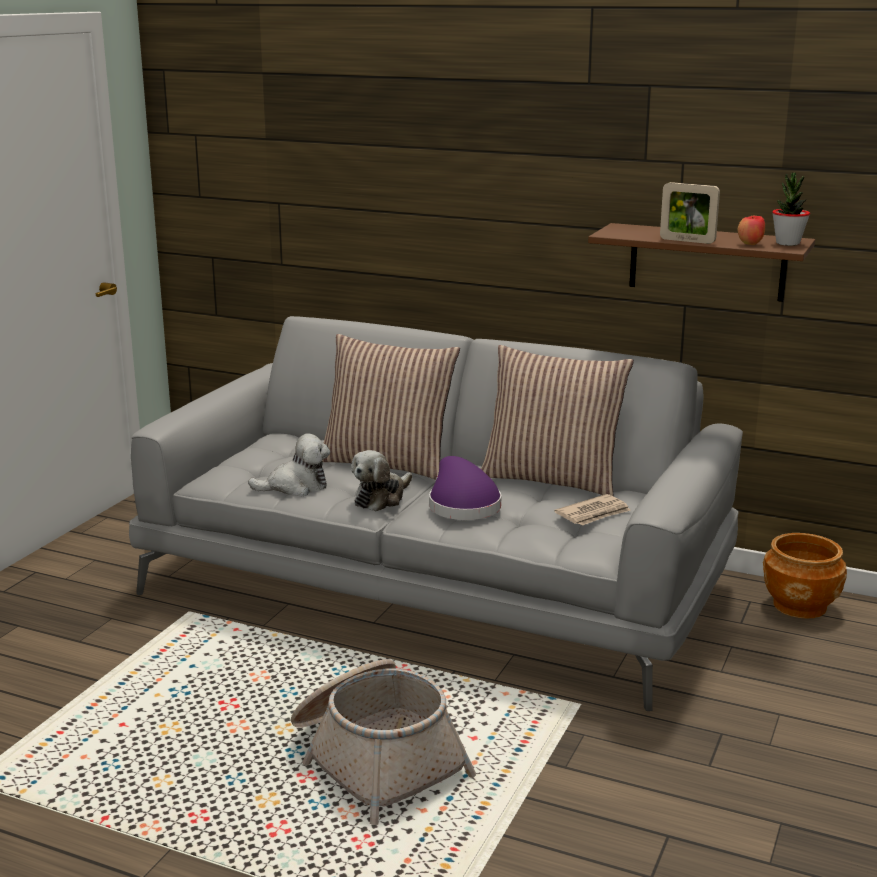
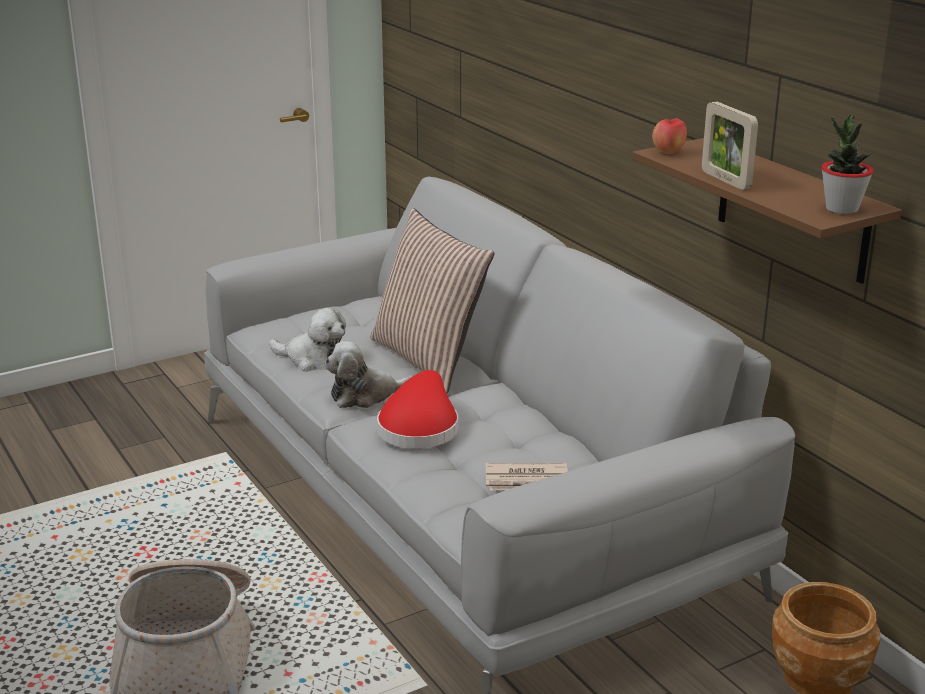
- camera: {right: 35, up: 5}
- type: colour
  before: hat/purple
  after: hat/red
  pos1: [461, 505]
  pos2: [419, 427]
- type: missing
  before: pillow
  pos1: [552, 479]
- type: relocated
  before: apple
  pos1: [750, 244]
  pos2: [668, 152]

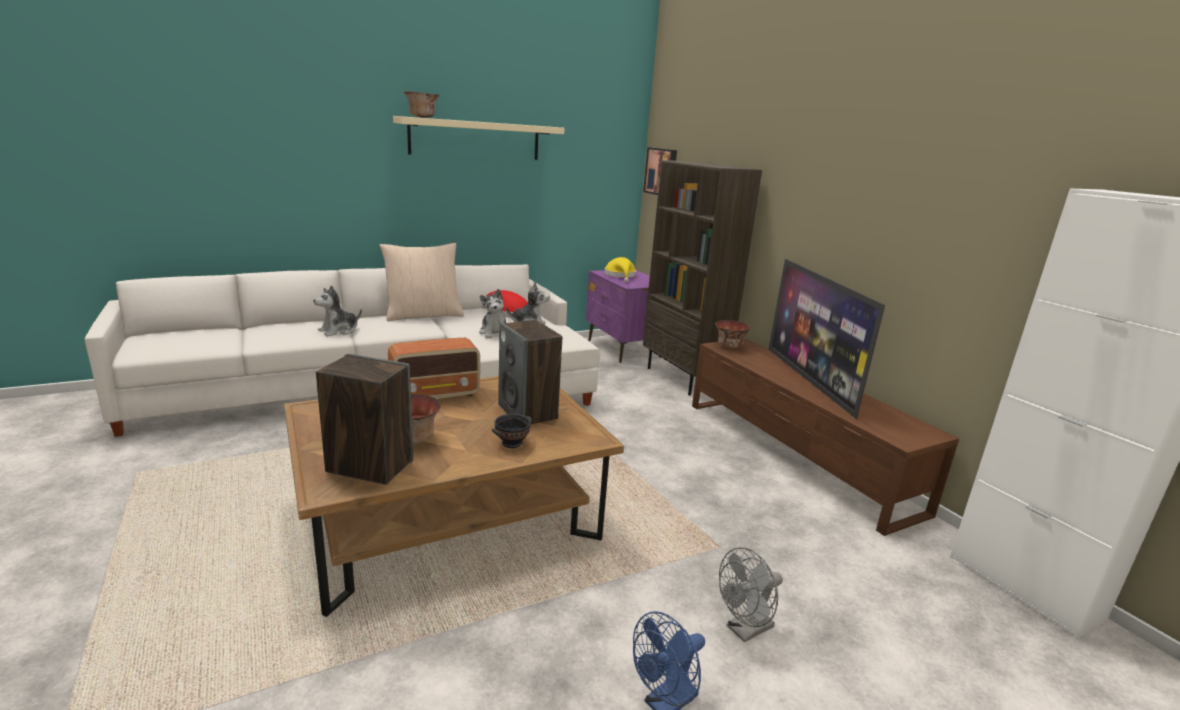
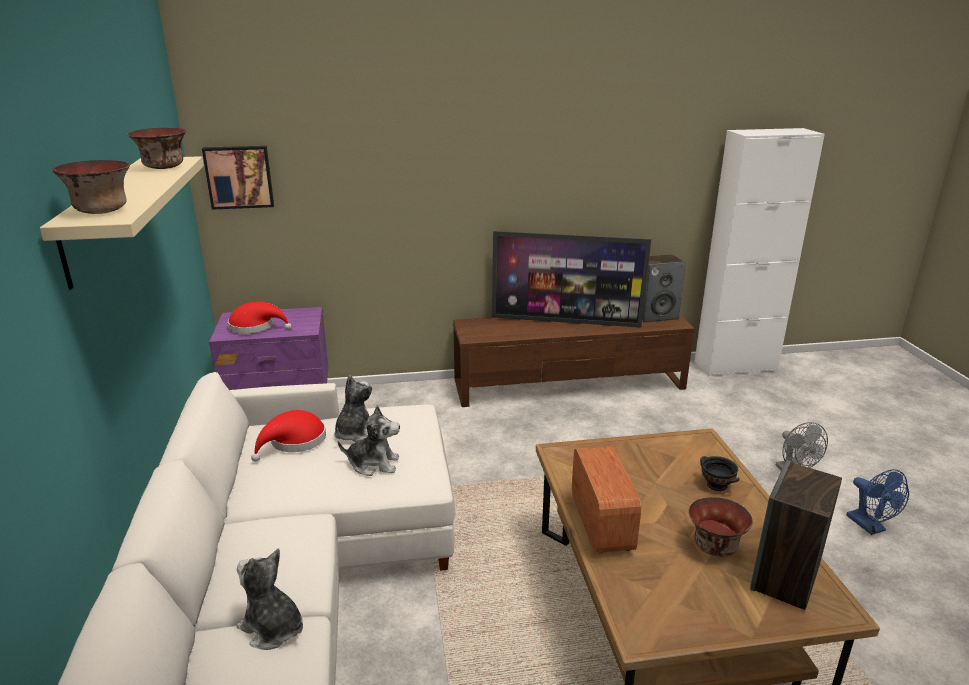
- camera: {right: -70, up: 5}
- type: spun
  before: plush toy
  pos1: [339, 331]
  pos2: [272, 628]
  turn: 150
- type: missing
  before: pillow/beige
  pos1: [423, 315]
- type: relocated
  before: speaker
  pos1: [528, 412]
  pos2: [655, 315]
- type: colour
  before: hat/yellow
  after: hat/red
  pos1: [620, 276]
  pos2: [255, 326]
- type: missing
  before: bookcase/brown
  pos1: [683, 379]
- type: relocated
  before: bowl
  pos1: [730, 347]
  pos2: [165, 167]

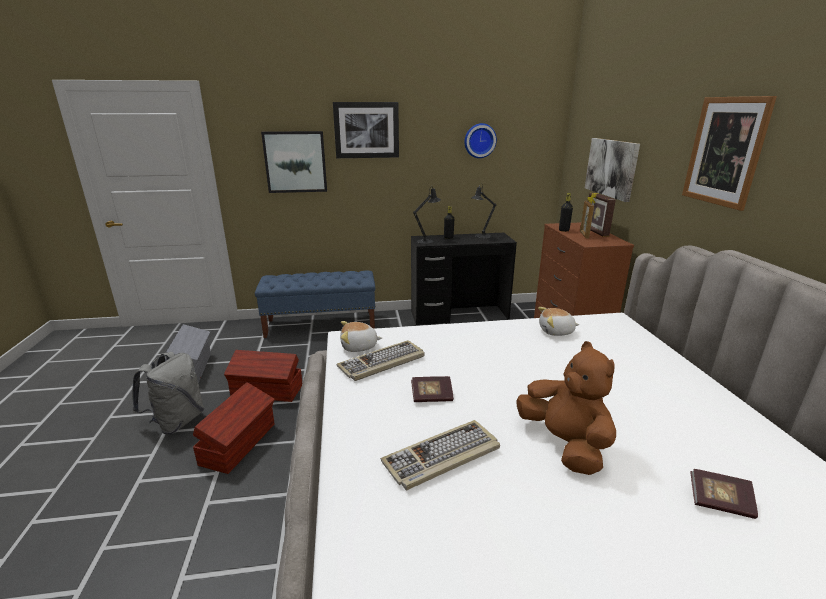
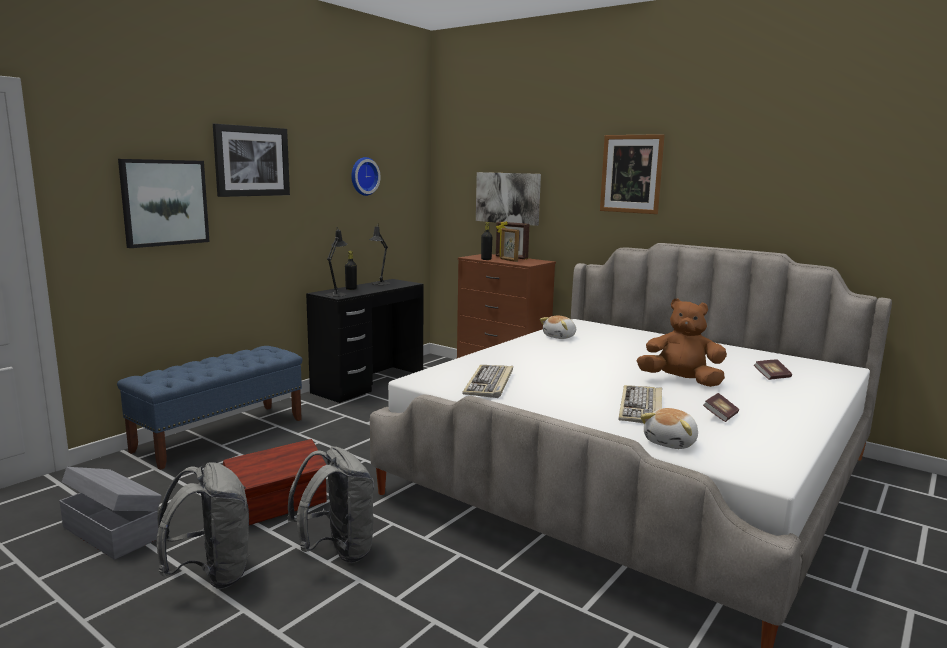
- camera: {right: -45, up: -10}
- type: exchanged
  before: storage box/brown
  after: backpack/grey
  pos1: [240, 443]
  pos2: [337, 551]
- type: relocated
  before: plush toy
  pos1: [359, 347]
  pos2: [671, 443]
- type: relocated
  before: book
  pos1: [432, 397]
  pos2: [720, 416]

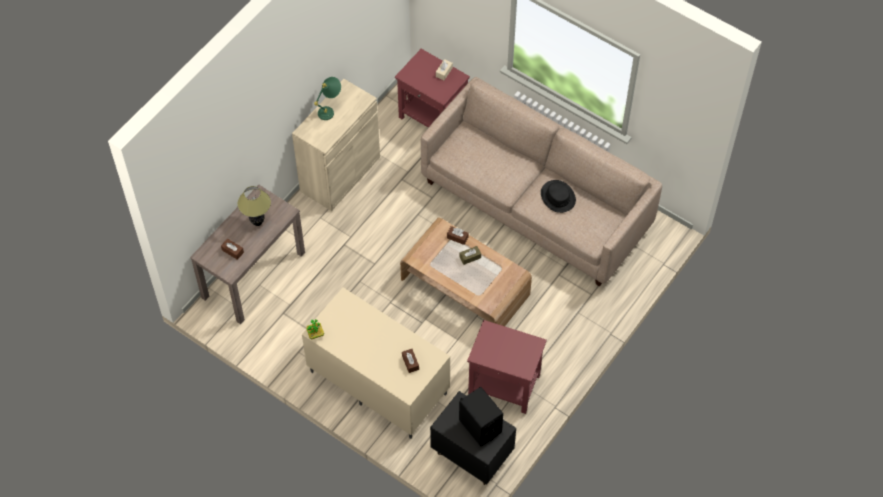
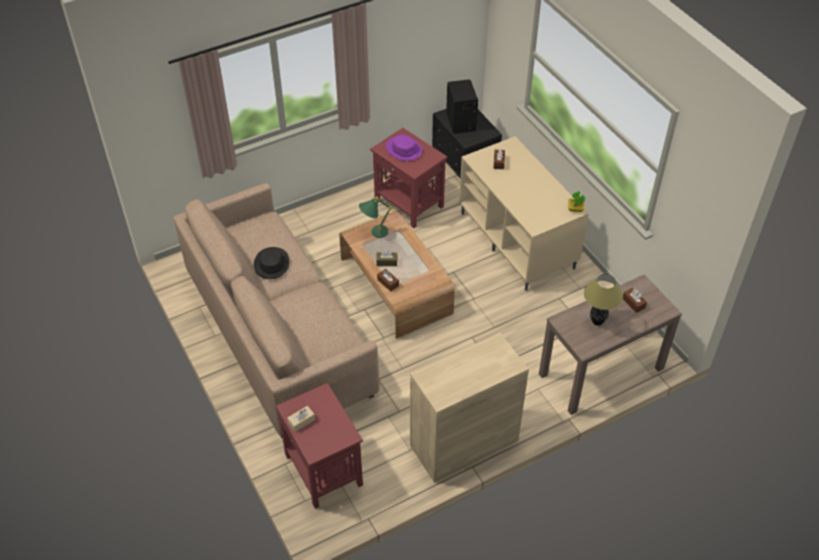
- camera: {right: -155, up: -10}
- type: relocated
  before: table lamp/green
  pos1: [330, 110]
  pos2: [373, 233]
- type: appeared
  after: hat/purple
  pos2: [404, 149]

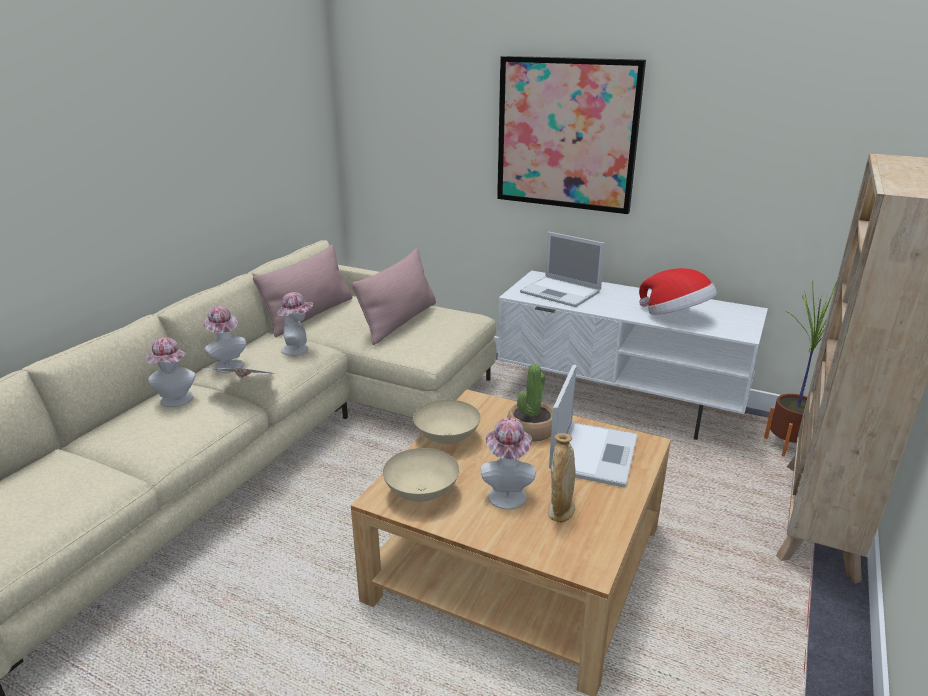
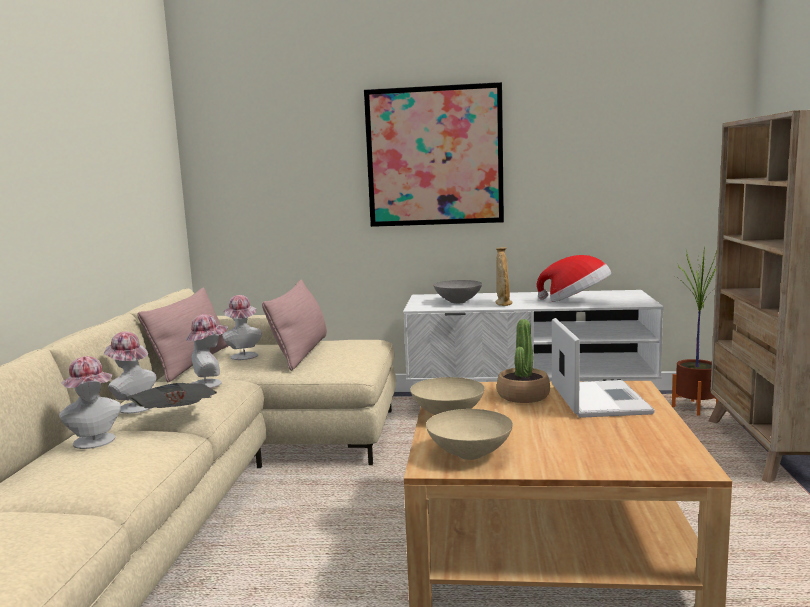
- camera: {right: -20, up: -15}
- type: relocated
  before: hat
  pos1: [506, 493]
  pos2: [243, 355]
- type: exchanged
  before: laptop
  after: bowl/grey
  pos1: [562, 292]
  pos2: [458, 302]
- type: relocated
  before: vase/beige
  pos1: [561, 511]
  pos2: [503, 303]

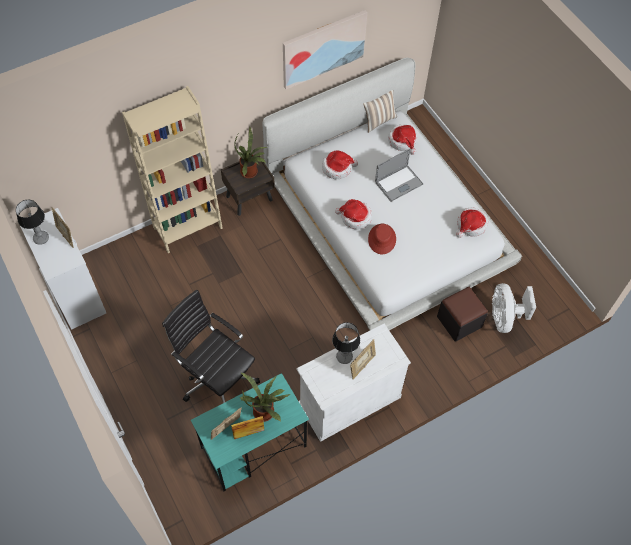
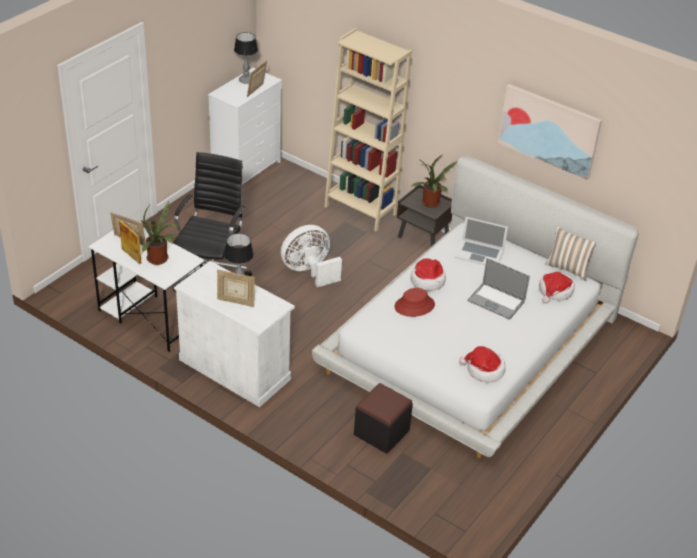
- camera: {right: 65, up: -20}
- type: colour
  before: desk/turquoise
  after: desk/white
  pos1: [253, 448]
  pos2: [150, 316]
- type: exchanged
  before: hat
  after: laptop
  pos1: [337, 168]
  pos2: [479, 253]
- type: relocated
  before: fan/white
  pos1: [504, 317]
  pos2: [309, 271]

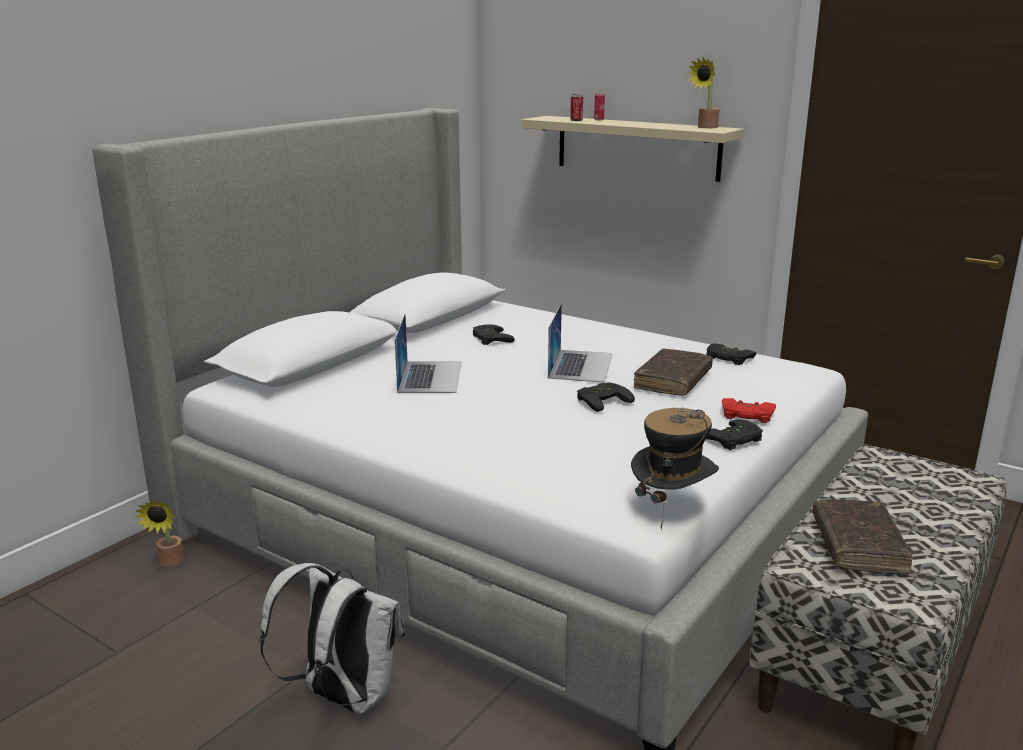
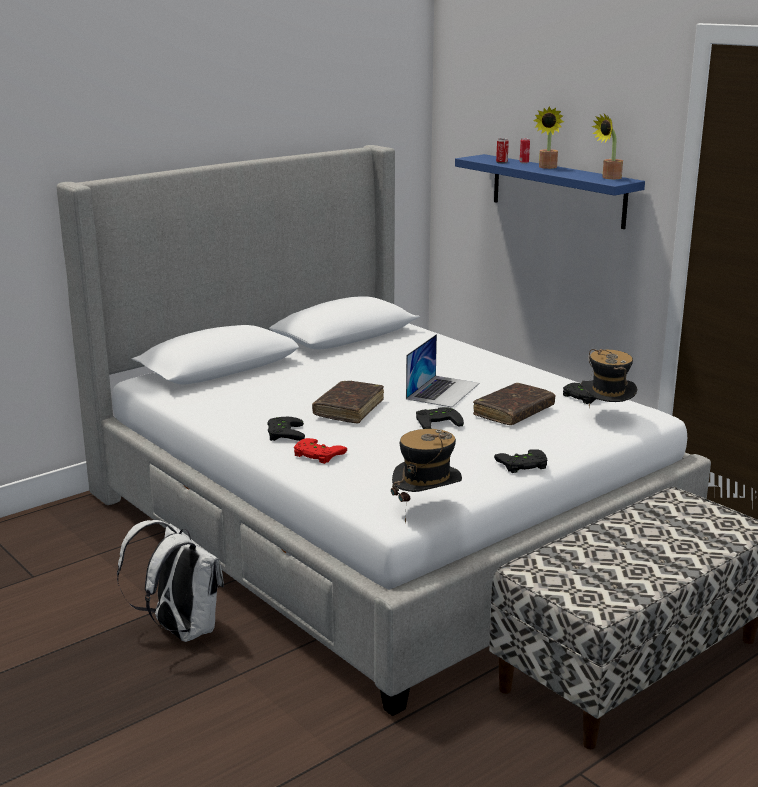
- camera: {right: 15, up: 0}
- type: relocated
  before: potted plant
  pos1: [169, 563]
  pos2: [547, 167]
- type: missing
  before: laptop
  pos1: [430, 376]
- type: relocated
  before: game controller/black
  pos1: [489, 338]
  pos2: [282, 433]
- type: colour
  before: shelf/beige
  after: shelf/blue
  pos1: [637, 147]
  pos2: [557, 190]
- type: relocated
  before: game controller/red
  pos1: [746, 415]
  pos2: [316, 455]
- type: relocated
  before: book/brown
  pos1: [857, 546]
  pos2: [349, 409]
- type: appeared
  after: hat
  pos2: [606, 418]

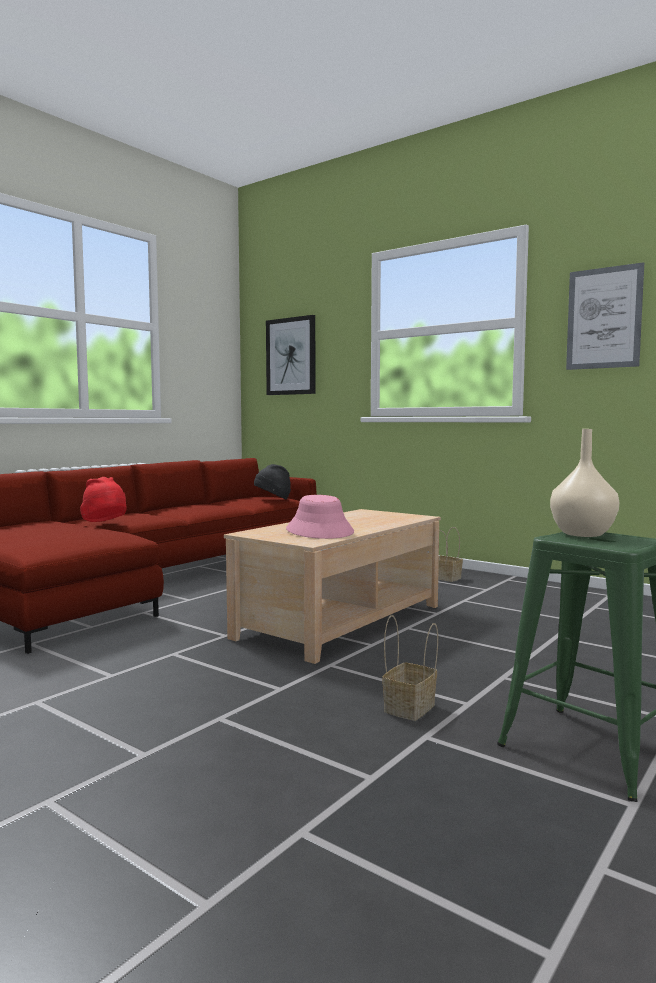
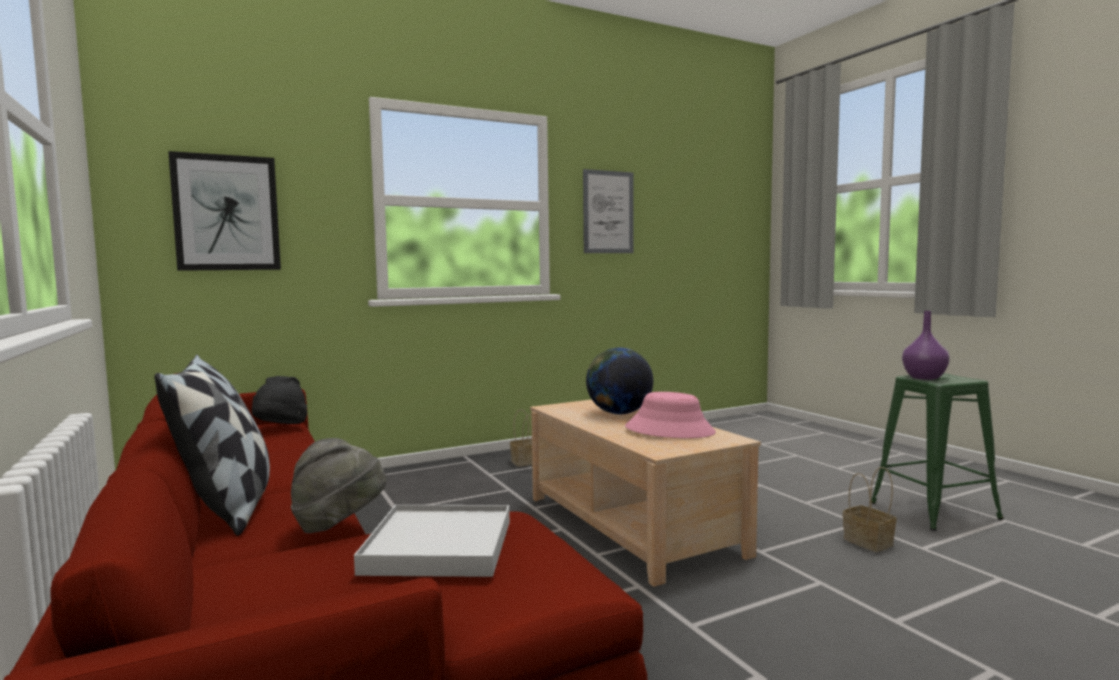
- camera: {right: -65, up: 0}
- type: colour
  before: hat/red
  after: hat/grey
  pos1: [105, 523]
  pos2: [339, 525]
- type: colour
  before: vase/beige
  after: vase/purple
  pos1: [581, 534]
  pos2: [924, 378]
- type: appeared
  after: pillow
  pos2: [228, 508]
- type: appeared
  after: tray/white
  pos2: [438, 547]
- type: appeared
  after: globe
  pos2: [619, 413]

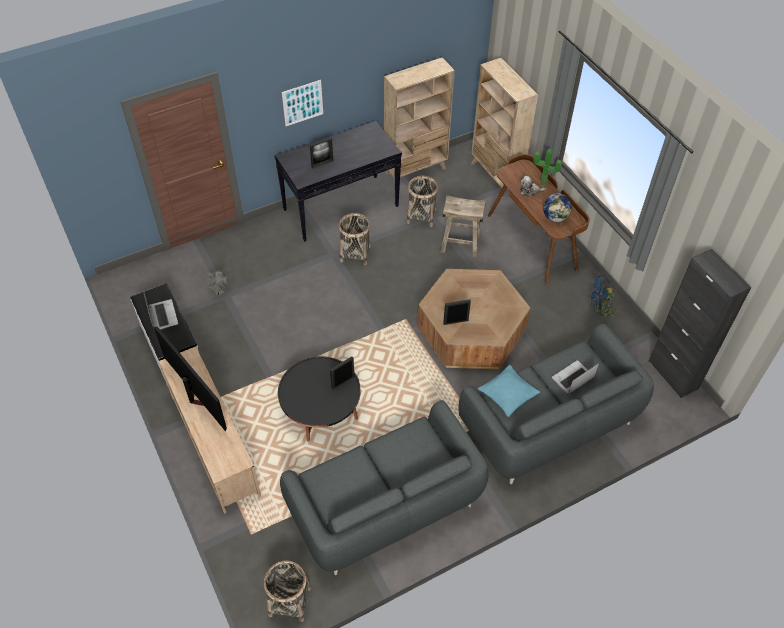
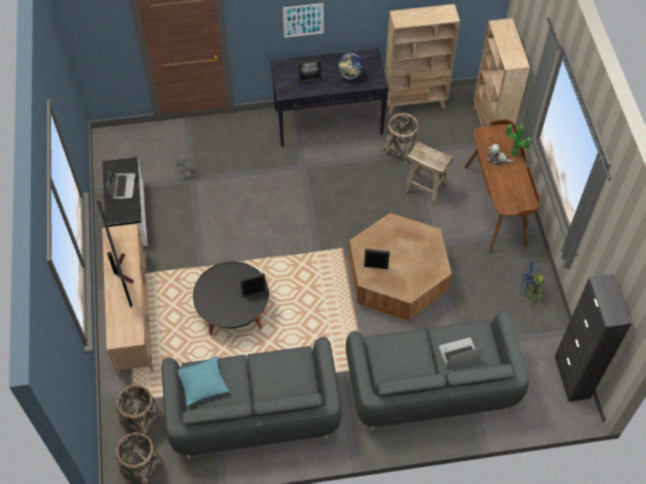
- camera: {right: 20, up: 5}
- type: relocated
  before: basket
  pos1: [355, 253]
  pos2: [141, 420]
- type: relocated
  before: pillow/turquoise
  pos1: [508, 394]
  pos2: [202, 383]
- type: relocated
  before: globe
  pos1: [555, 217]
  pos2: [350, 75]

